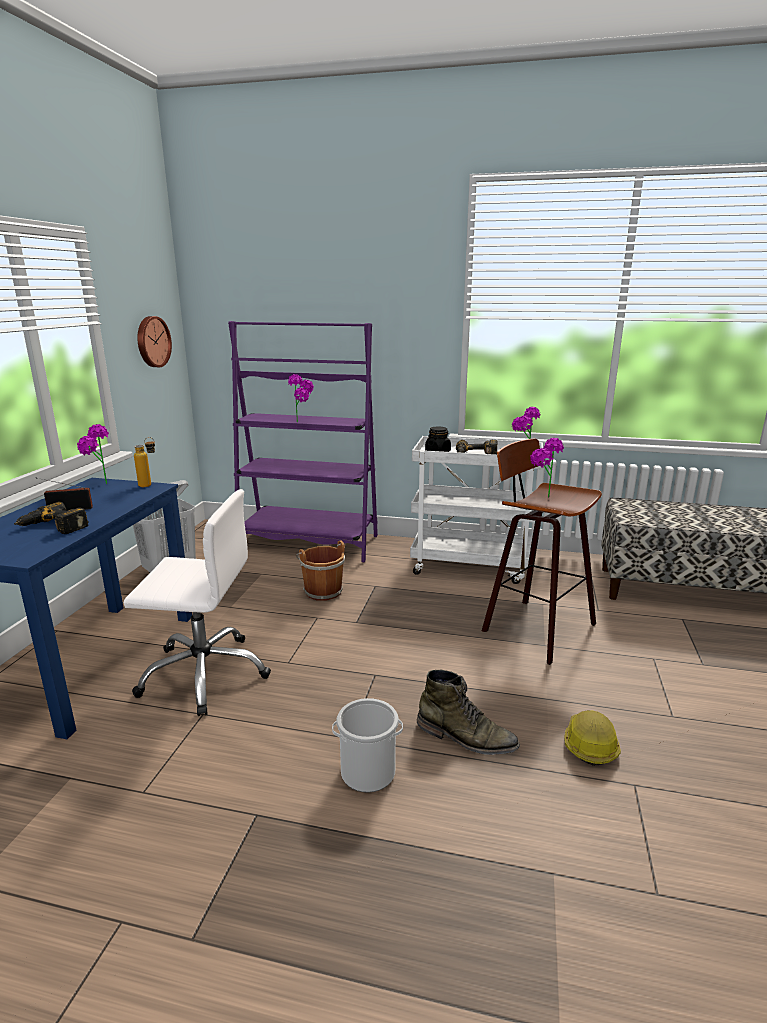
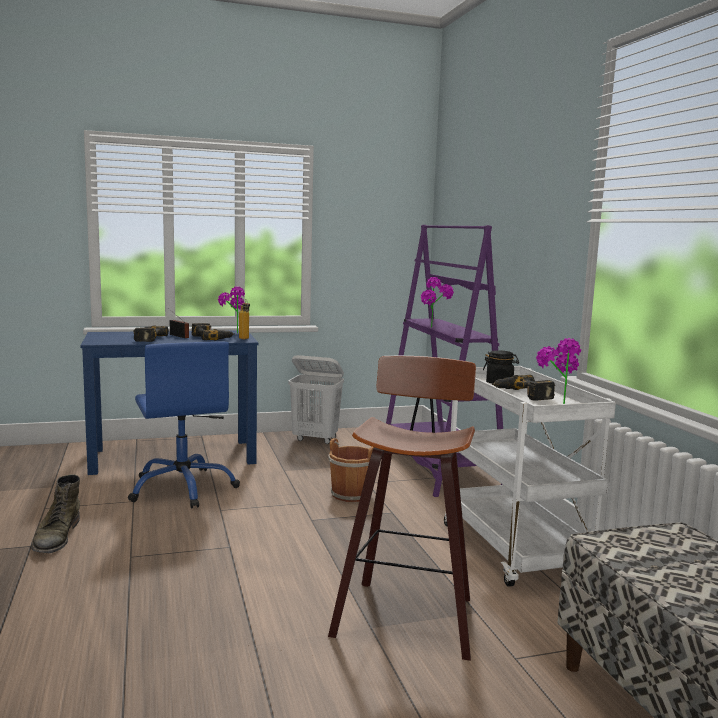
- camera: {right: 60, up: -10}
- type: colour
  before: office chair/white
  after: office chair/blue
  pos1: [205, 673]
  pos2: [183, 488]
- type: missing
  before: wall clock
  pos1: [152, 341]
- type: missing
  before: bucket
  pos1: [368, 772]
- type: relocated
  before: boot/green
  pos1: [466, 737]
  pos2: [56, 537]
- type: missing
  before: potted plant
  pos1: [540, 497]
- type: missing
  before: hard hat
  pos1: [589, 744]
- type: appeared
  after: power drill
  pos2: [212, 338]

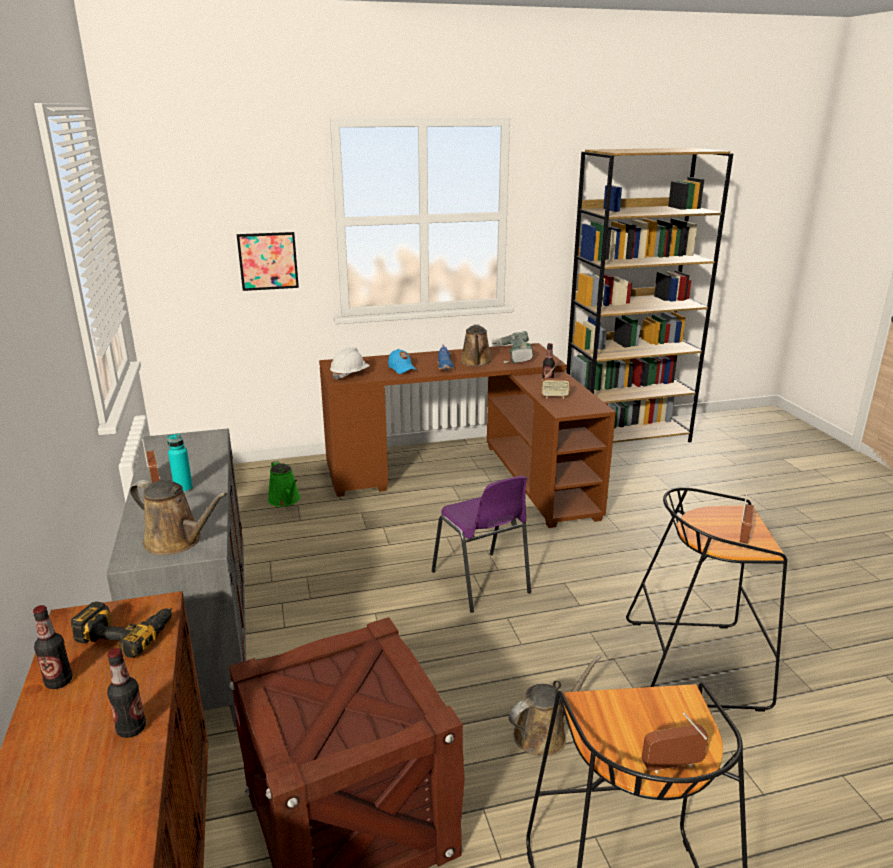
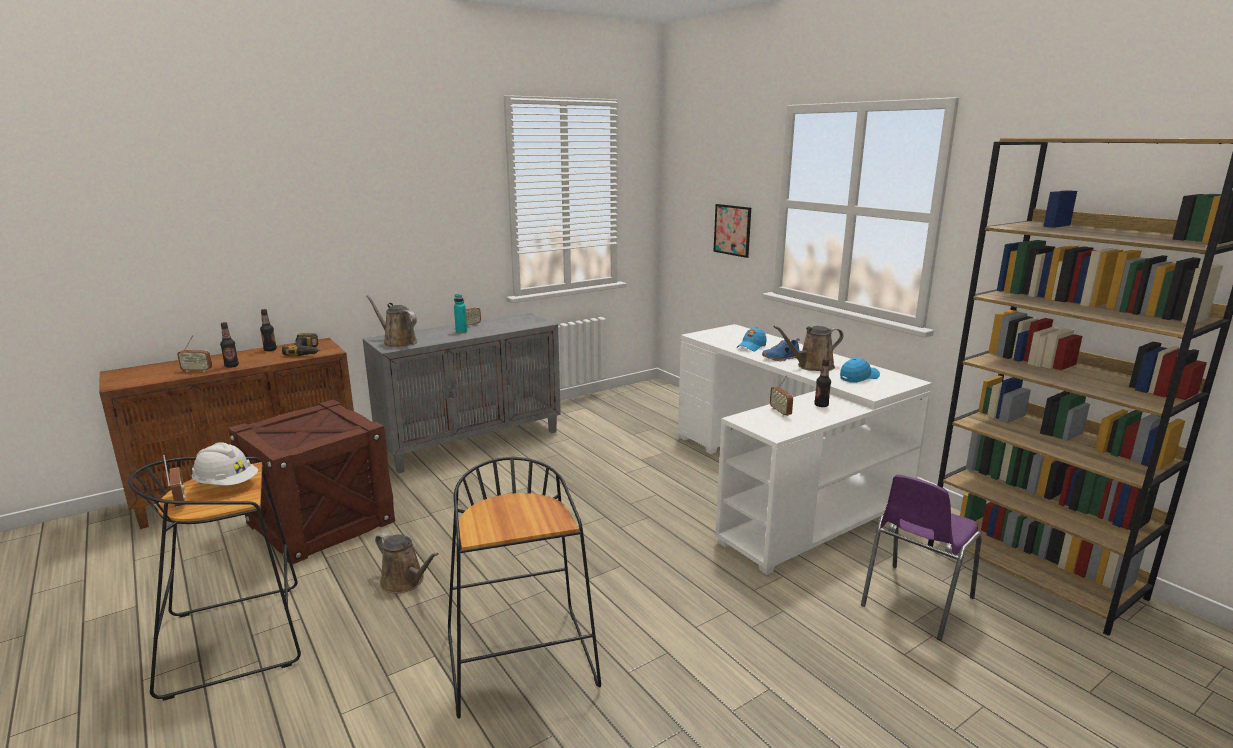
- camera: {right: 70, up: -5}
- type: spun
  before: watering can/brown
  pos1: [177, 541]
  pos2: [397, 342]
  turn: 120
- type: missing
  before: watering can/green
  pos1: [285, 500]
- type: colour
  before: desk/brown
  after: desk/white
  pos1: [470, 475]
  pos2: [784, 485]
- type: relocated
  before: hard hat/white
  pos1: [349, 375]
  pos2: [227, 484]
- type: relocated
  before: chair/purple
  pos1: [482, 583]
  pos2: [914, 602]
- type: exchanged
  before: power drill
  after: cap/blue
  pos1: [513, 356]
  pos2: [859, 377]
- type: relocated
  before: radio
  pos1: [743, 537]
  pos2: [197, 370]

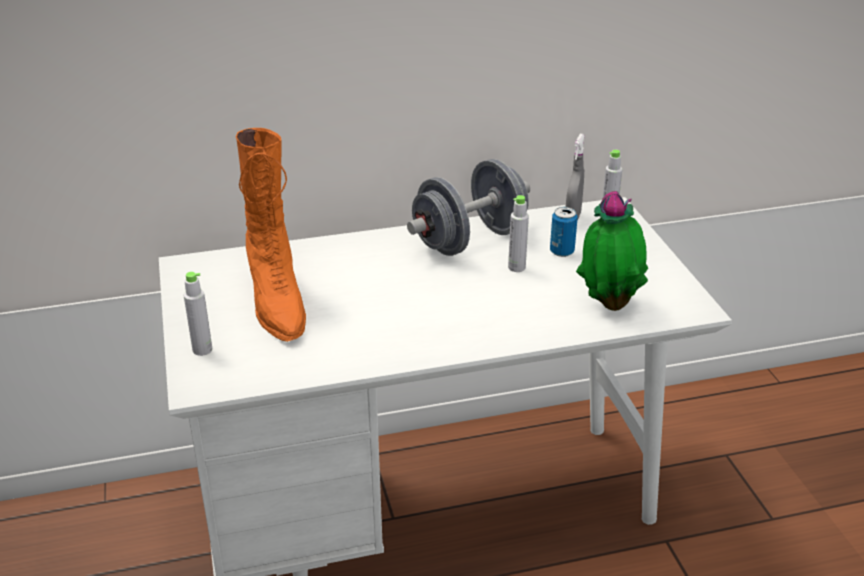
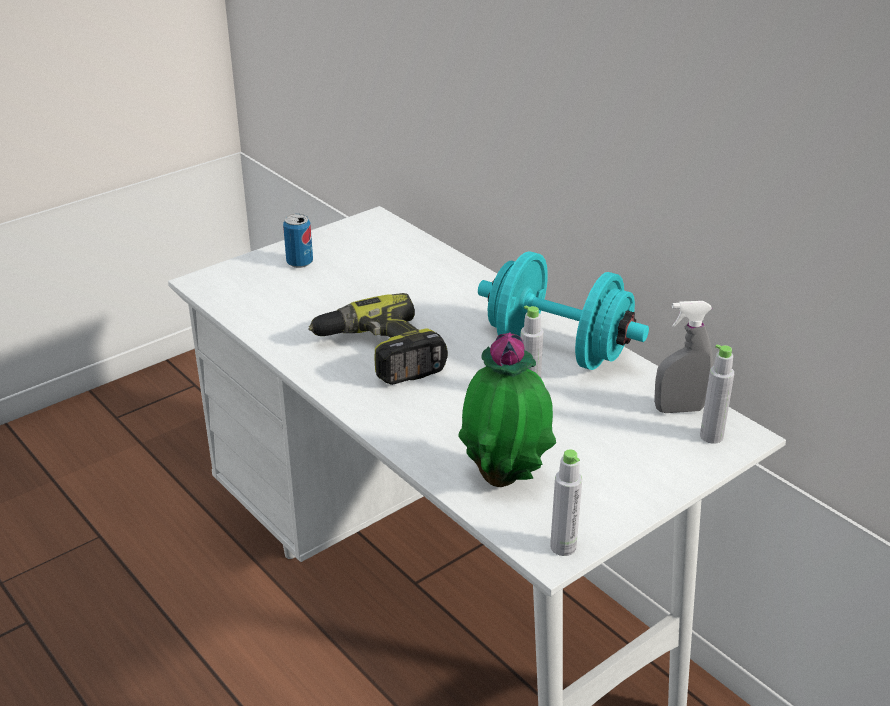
- camera: {right: 65, up: 0}
- type: relocated
  before: bottle/grey
  pos1: [202, 349]
  pos2: [563, 547]
- type: missing
  before: boot/orange
  pos1: [276, 303]
- type: colour
  before: dumbbell/grey
  after: dumbbell/turquoise
  pos1: [469, 240]
  pos2: [558, 350]
- type: relocated
  before: can
  pos1: [562, 251]
  pos2: [299, 263]
- type: appeared
  after: power drill
  pos2: [379, 354]

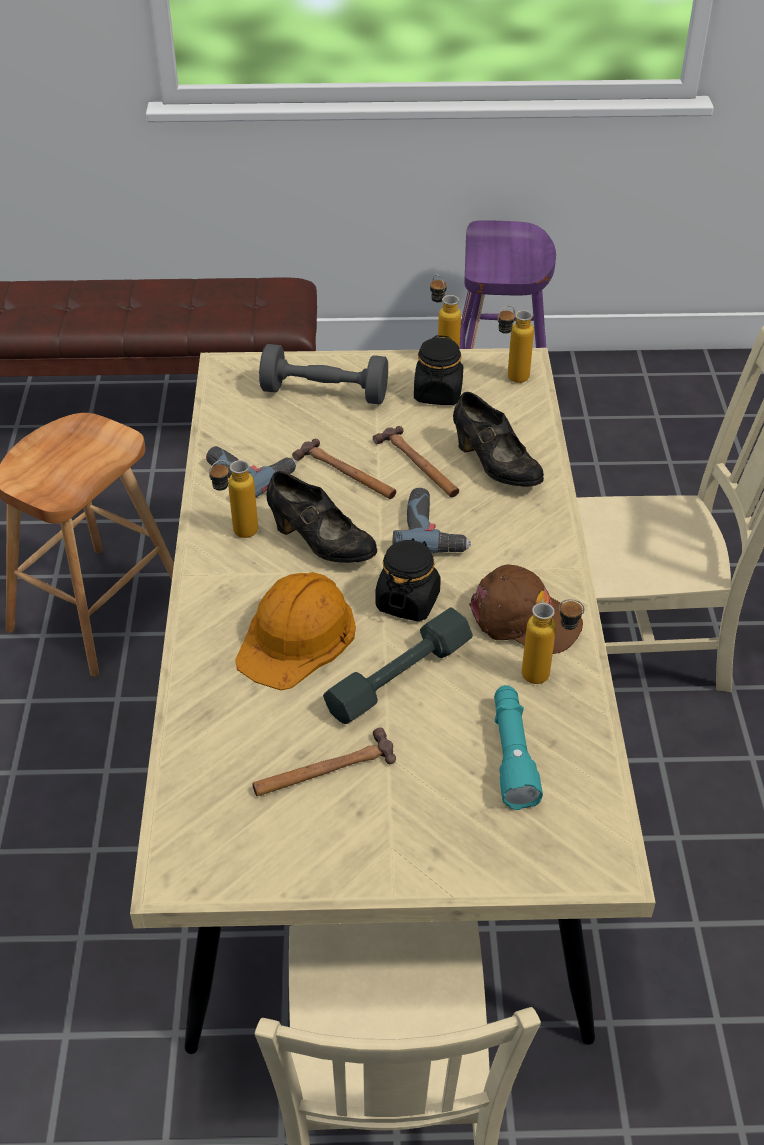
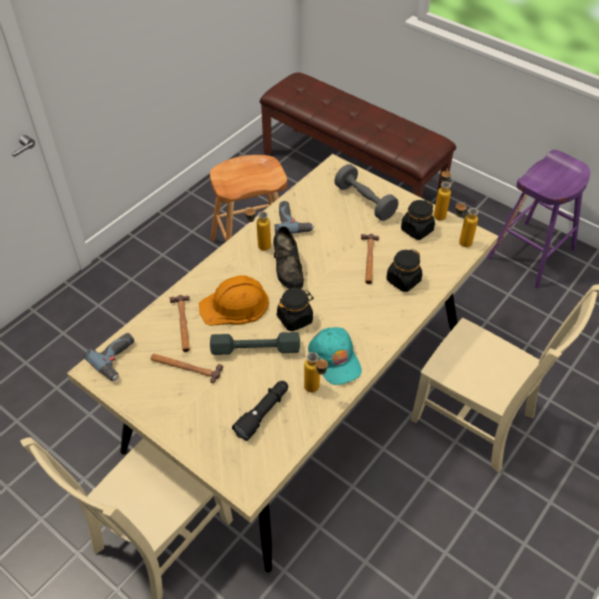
- camera: {right: 40, up: 5}
- type: relocated
  before: hammer
  pos1: [346, 474]
  pos2: [182, 324]
- type: relocated
  before: power drill
  pos1: [432, 530]
  pos2: [118, 359]
- type: exchanged
  before: shoe/black
  after: jar/black
  pos1: [495, 466]
  pos2: [403, 280]
- type: colour
  before: cap/brown
  after: cap/turquoise
  pos1: [524, 619]
  pos2: [335, 359]
- type: colour
  before: flashlight/turquoise
  after: flashlight/black
  pos1: [512, 754]
  pos2: [263, 413]

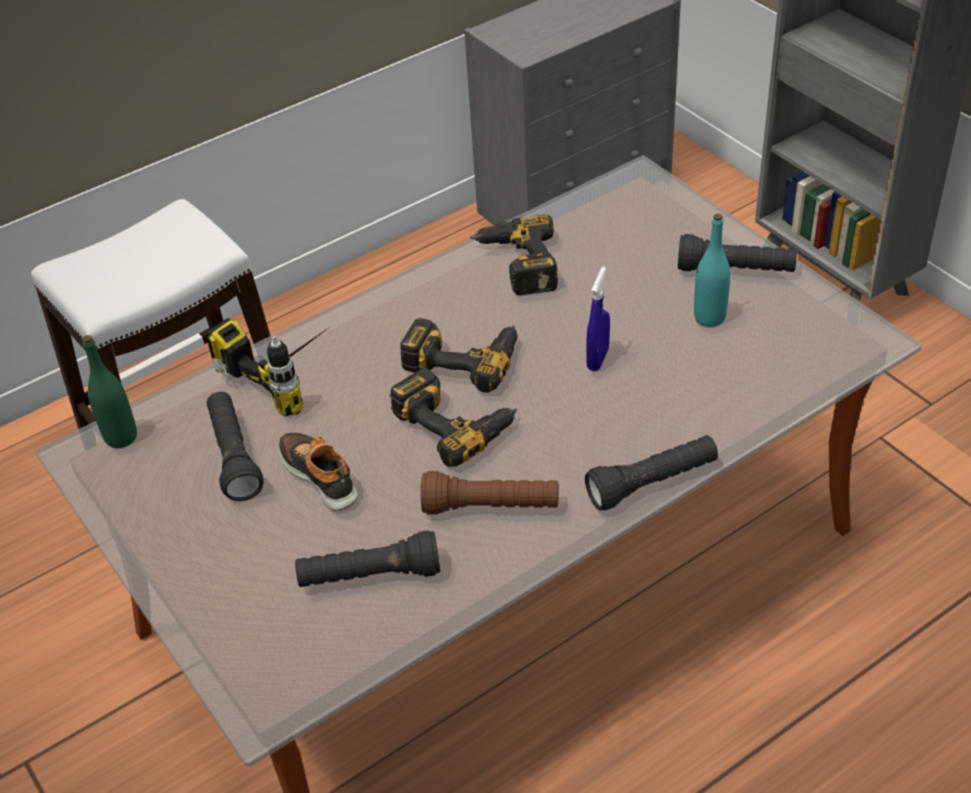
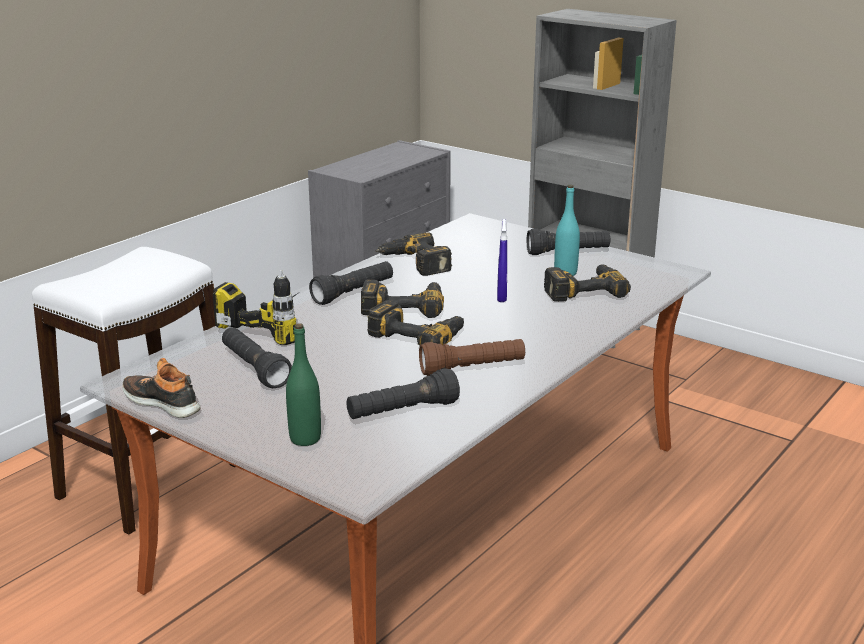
- camera: {right: -20, up: -20}
- type: relocated
  before: bottle/green
  pos1: [121, 437]
  pos2: [305, 439]
- type: relocated
  before: shoe
  pos1: [320, 476]
  pos2: [163, 402]
- type: relocated
  before: flashlight/black
  pos1: [652, 483]
  pos2: [353, 293]
- type: appeared
  after: power drill
  pos2: [582, 289]

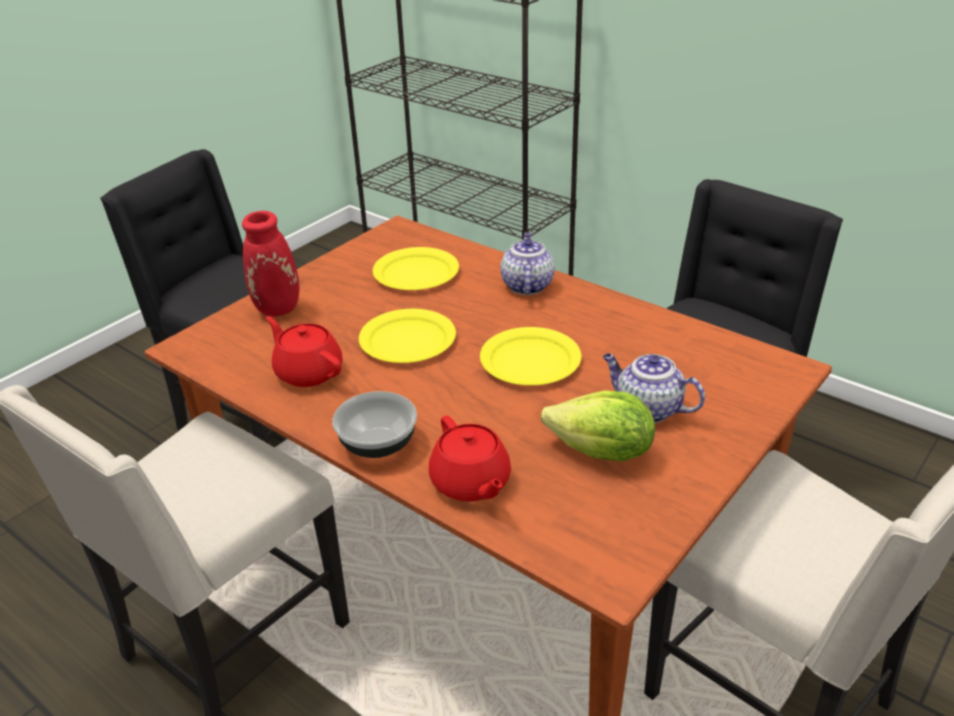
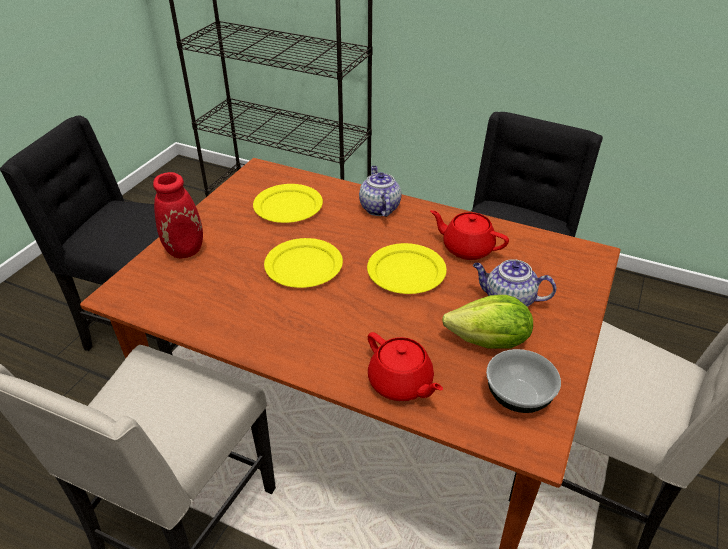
- camera: {right: -15, up: 5}
- type: relocated
  before: teapot/red
  pos1: [308, 372]
  pos2: [467, 248]
- type: relocated
  before: bowl
  pos1: [379, 444]
  pos2: [519, 395]

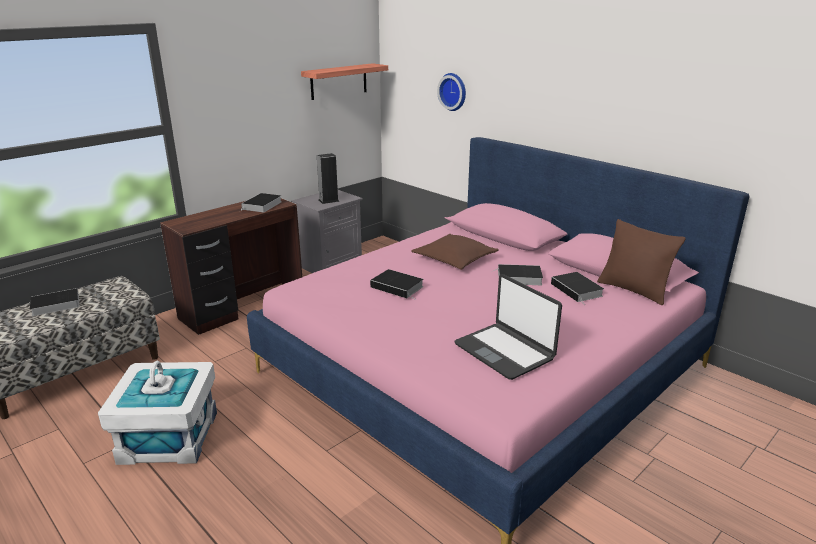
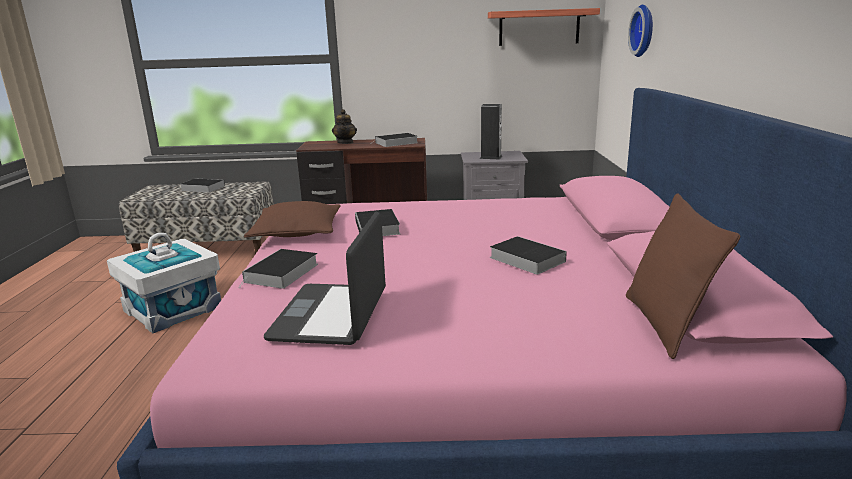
- camera: {right: 45, up: -5}
- type: relocated
  before: pillow/brown
  pos1: [454, 259]
  pos2: [297, 232]
- type: relocated
  before: book
  pos1: [578, 290]
  pos2: [281, 274]
- type: appeared
  after: teapot
  pos2: [345, 142]

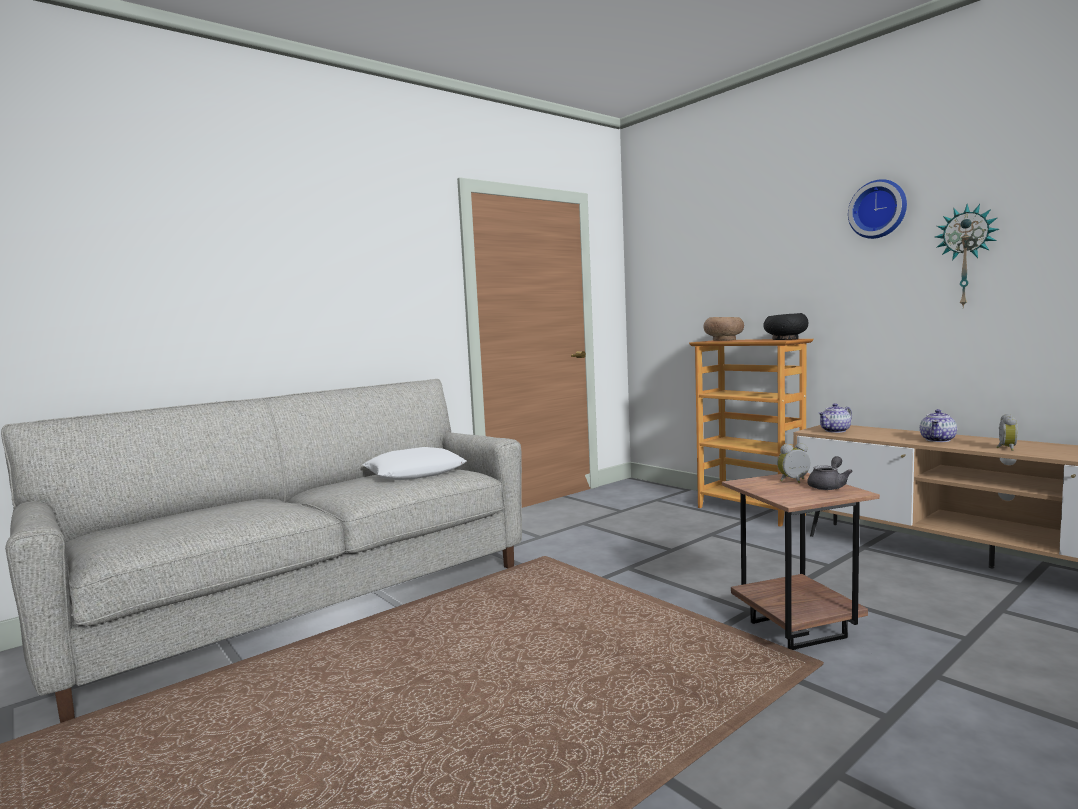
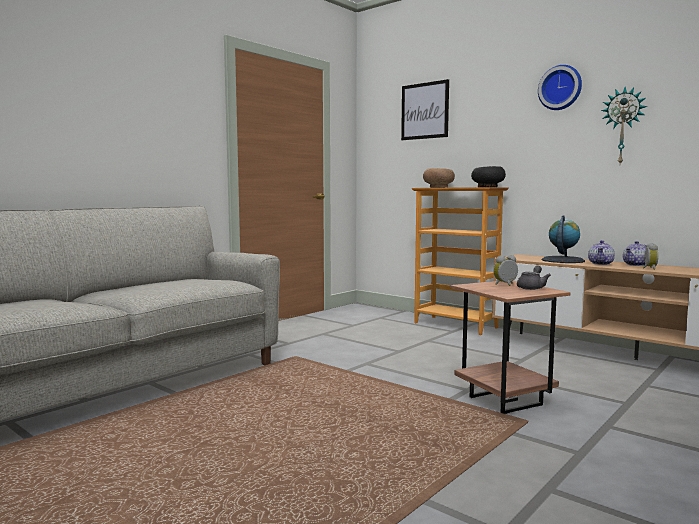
- camera: {right: -10, up: 0}
- type: missing
  before: pillow/white
  pos1: [415, 473]
- type: relocated
  before: teapot
  pos1: [835, 431]
  pos2: [636, 265]
- type: appeared
  after: picture
  pos2: [424, 111]
- type: appeared
  after: globe
  pos2: [562, 260]

